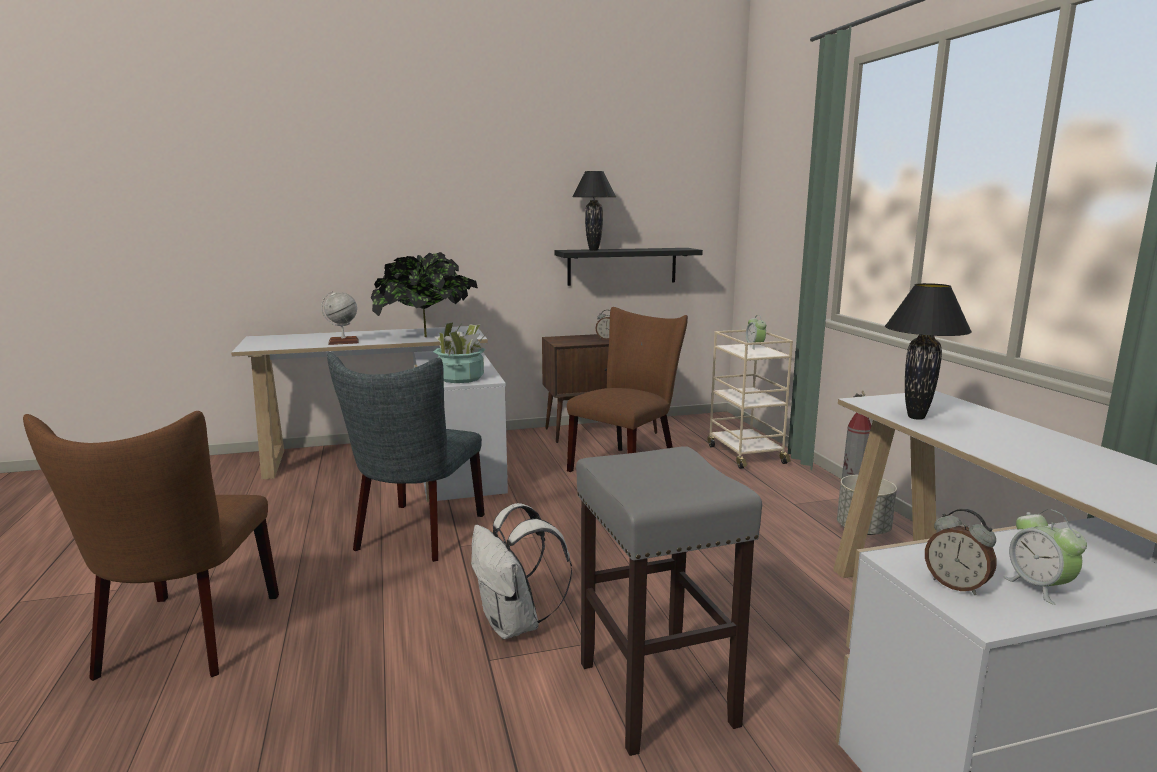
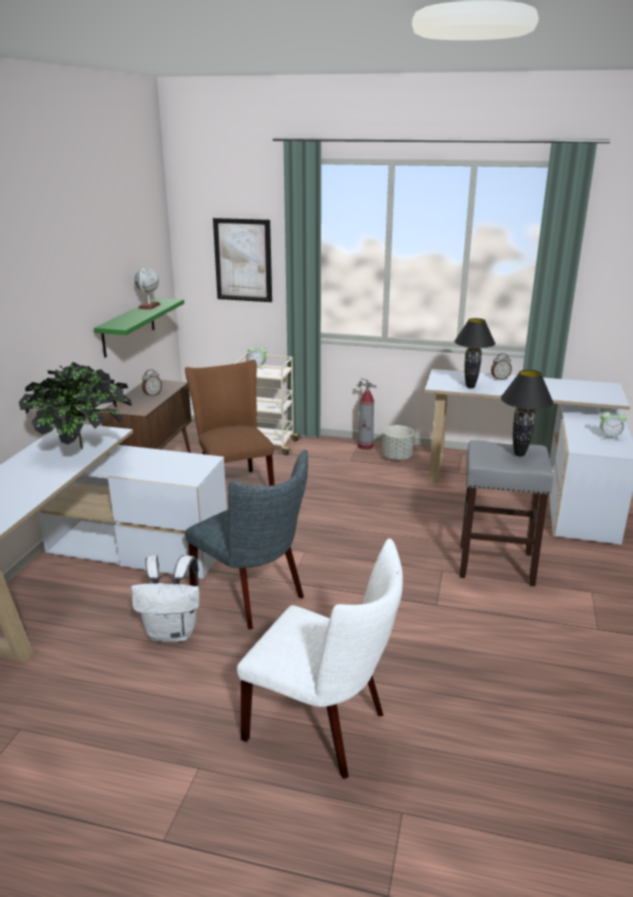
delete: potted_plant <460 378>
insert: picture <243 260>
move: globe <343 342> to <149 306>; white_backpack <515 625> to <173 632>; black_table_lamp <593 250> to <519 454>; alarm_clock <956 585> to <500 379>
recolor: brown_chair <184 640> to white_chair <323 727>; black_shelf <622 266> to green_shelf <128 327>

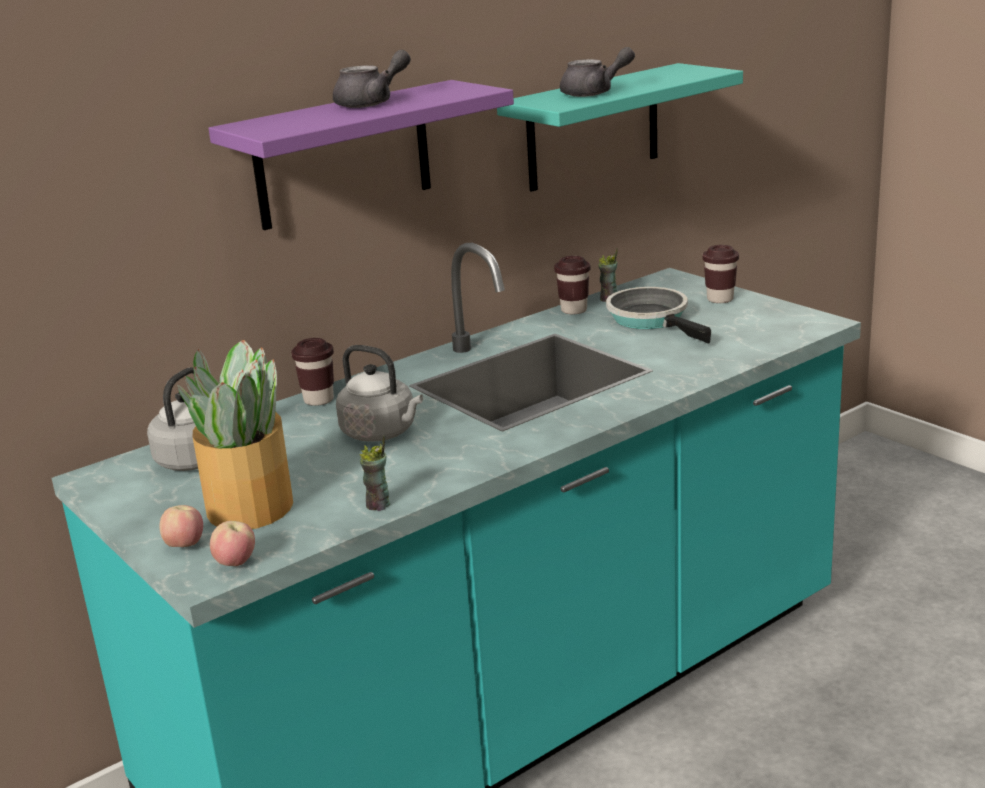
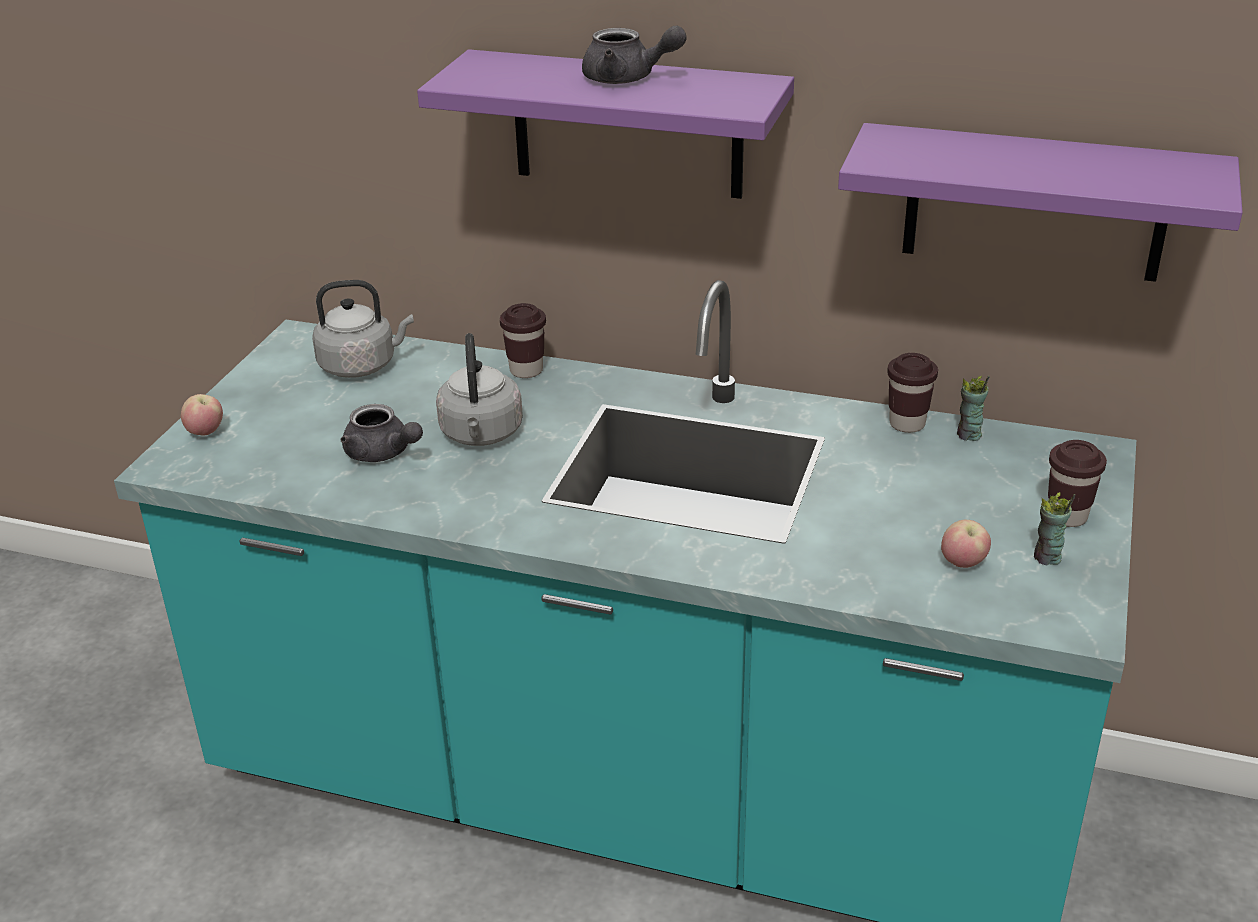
delete: potted_plant <251 505>; frying_pan <652 319>
move: apple <236 564> to <962 563>; cup <378 505> to <1047 558>; grey_teapot <594 93> to <382 454>
recolor: turquoise_shelf <593 128> to purple_shelf <1035 203>

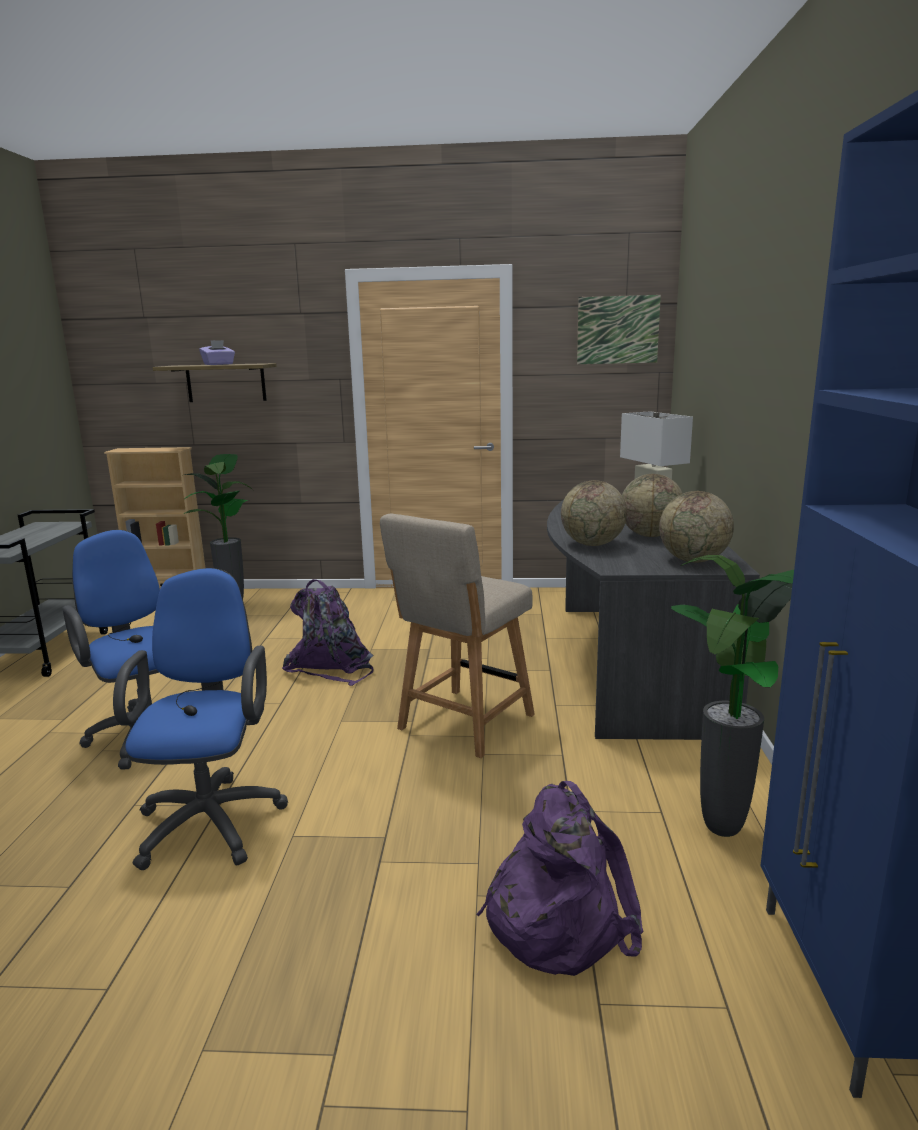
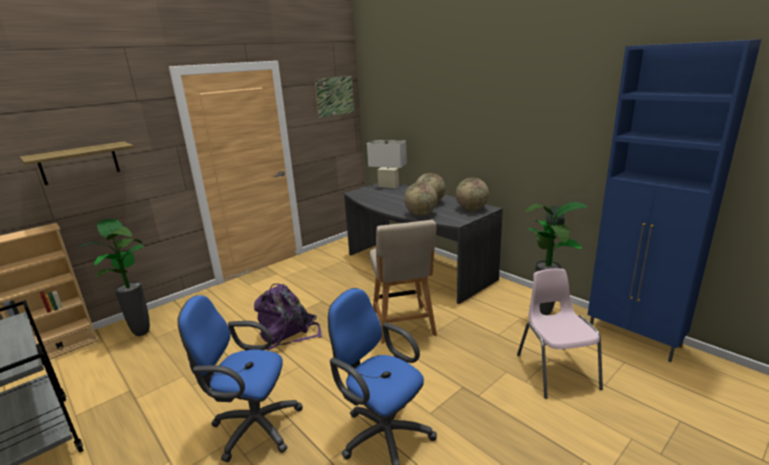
delete: purple_tissue_box <219 364>
replace: purple_backpack <557 918> to pink_chair <556 370>

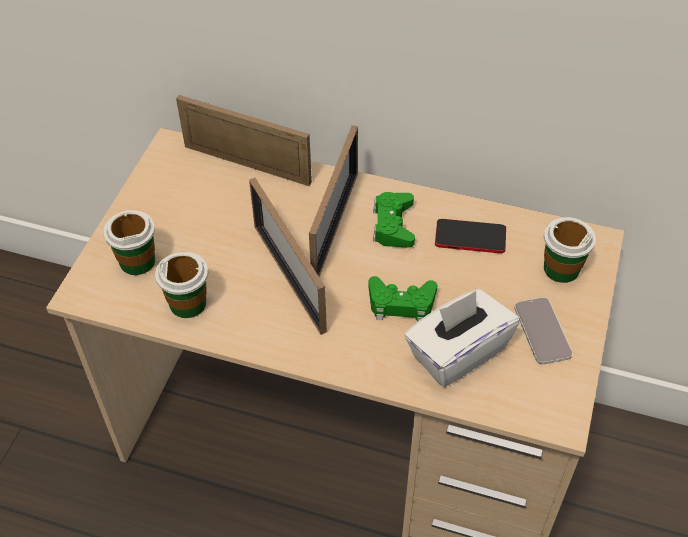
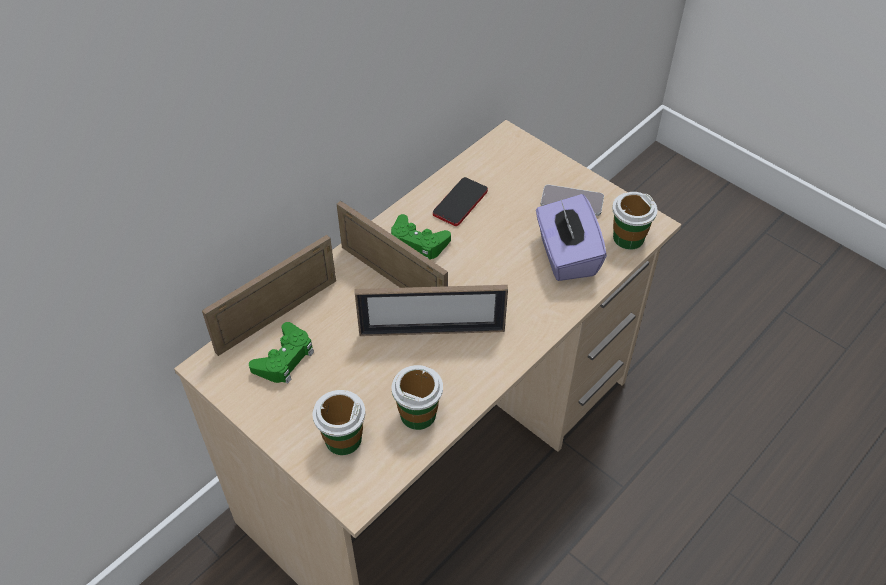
move: green_game_controller <401 304> to <284 359>; cup <561 268> to <628 238>
recolor: white_tissue_box <457 352> to purple_tissue_box <566 255>

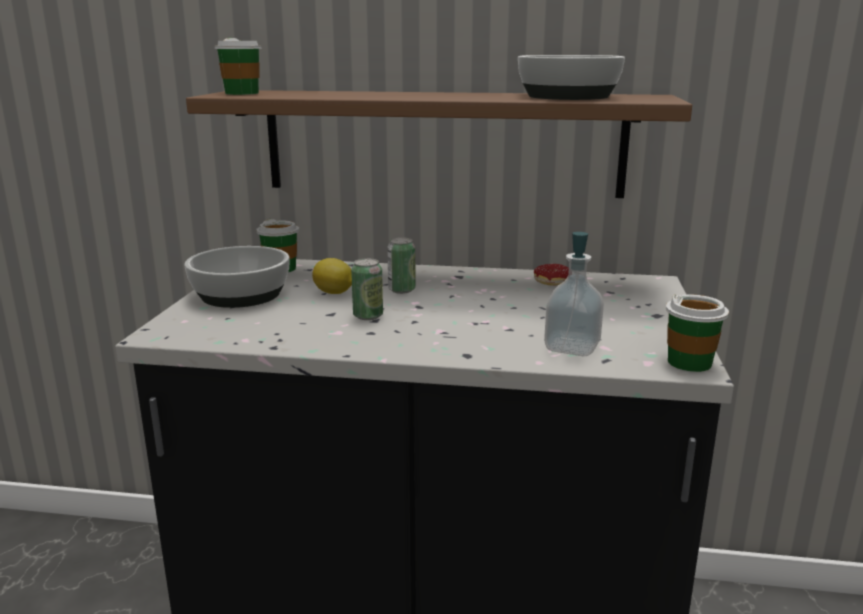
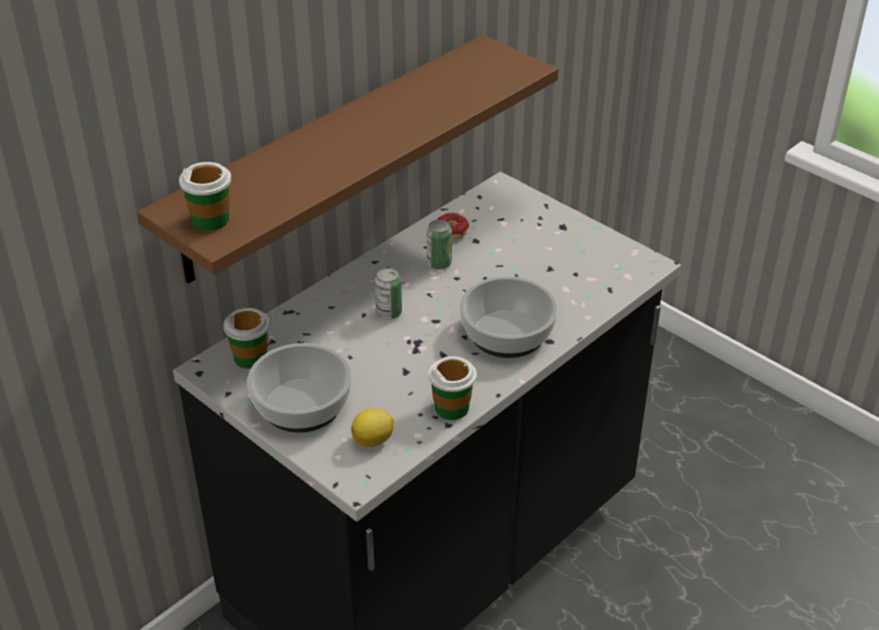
delete: soap_dispenser <572 347>
move: lemon <334 293> to <374 440>; can <368 316> to <439 263>; bowl <569 96> to <507 333>; cup <689 362> to <452 407>

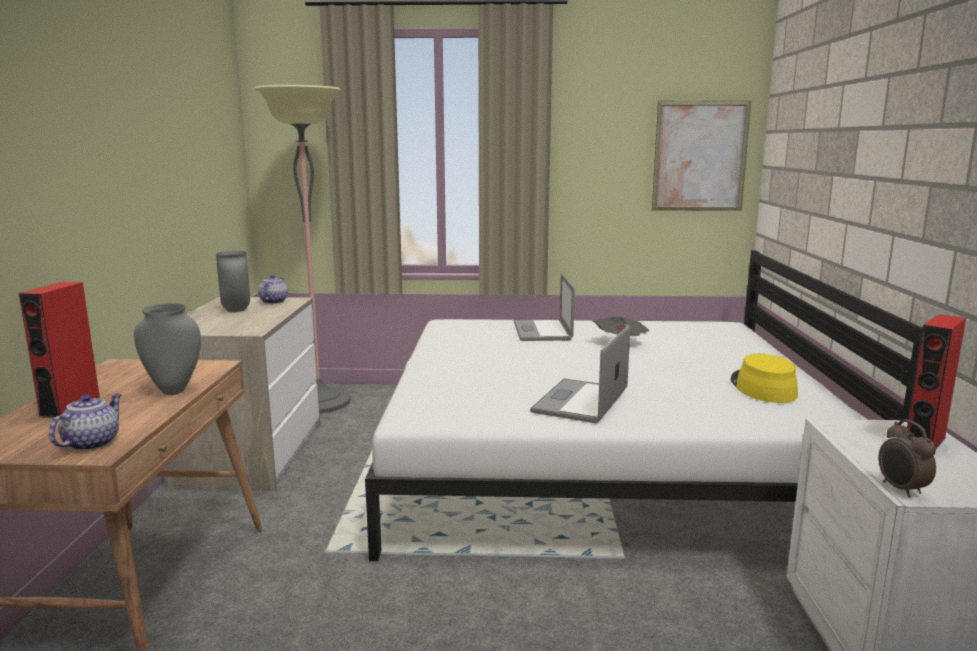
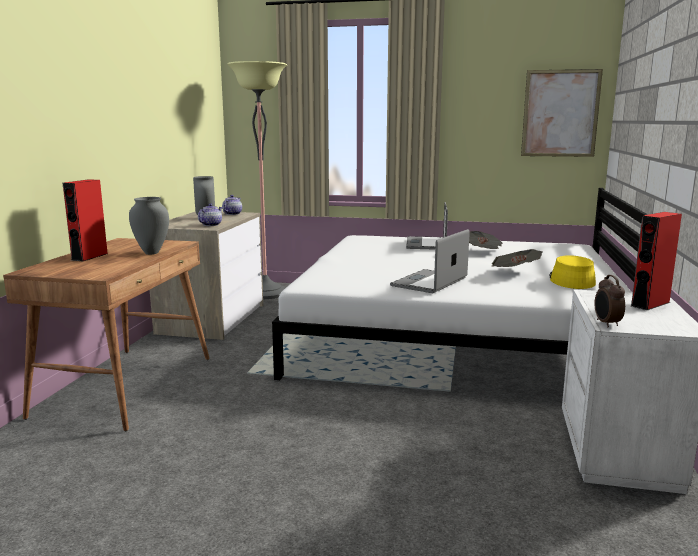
insert: newspaper <515 272>
move: teapot <92 443> to <211 225>

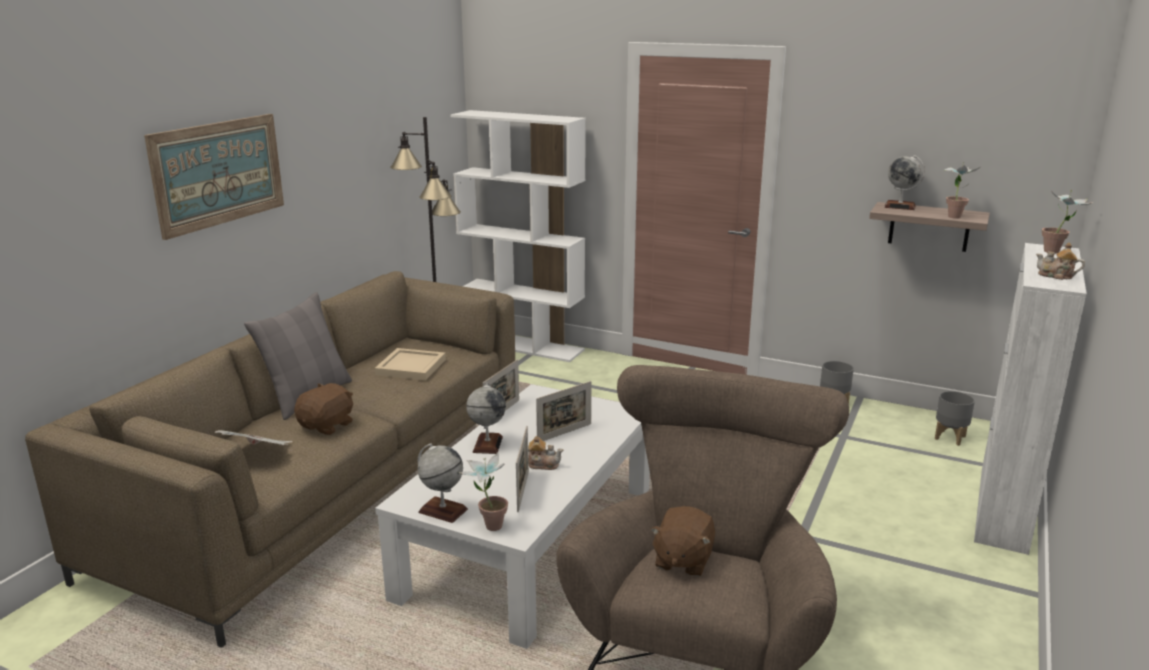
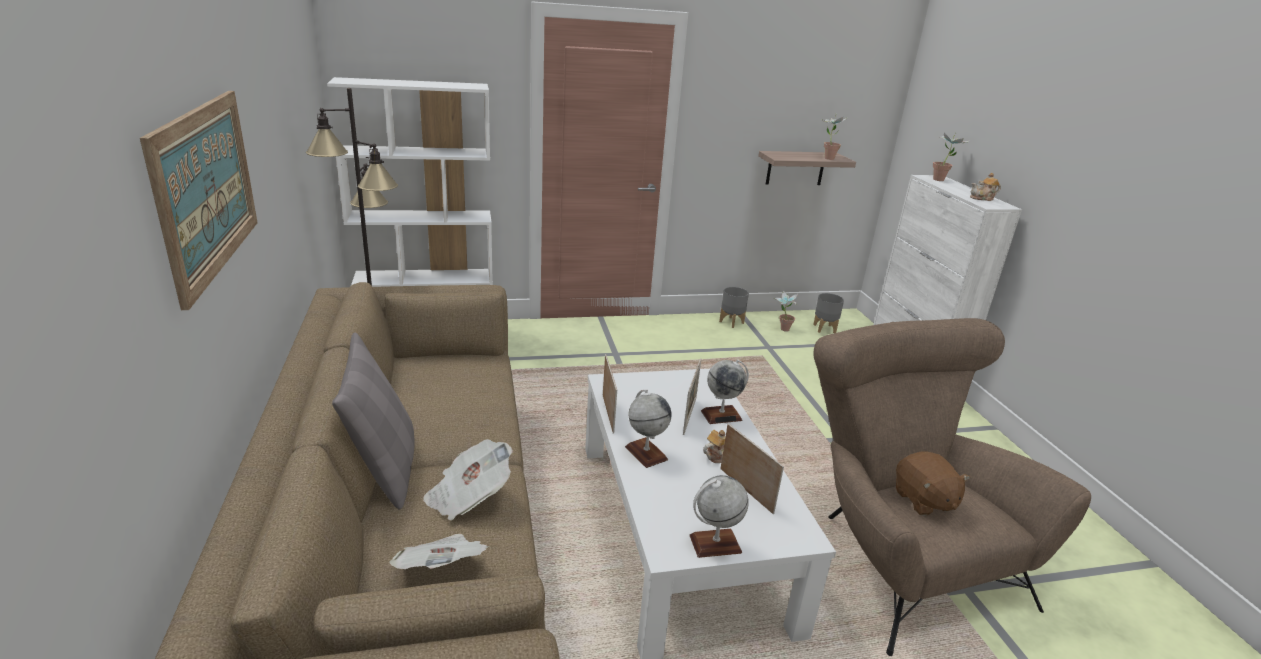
delete: beige_tray <410 366>
move: potted_plant <488 525> to <781 329>; globe <900 206> to <721 415>
replace: brown_plush_toy <327 425> to newspaper <468 496>

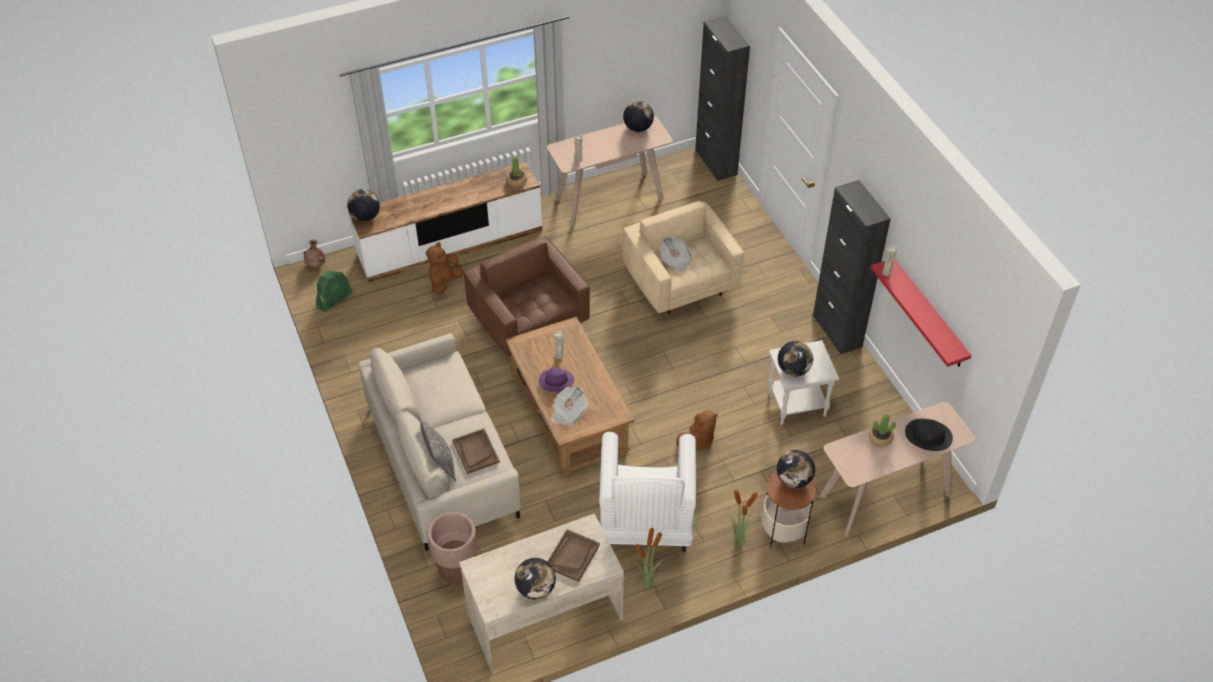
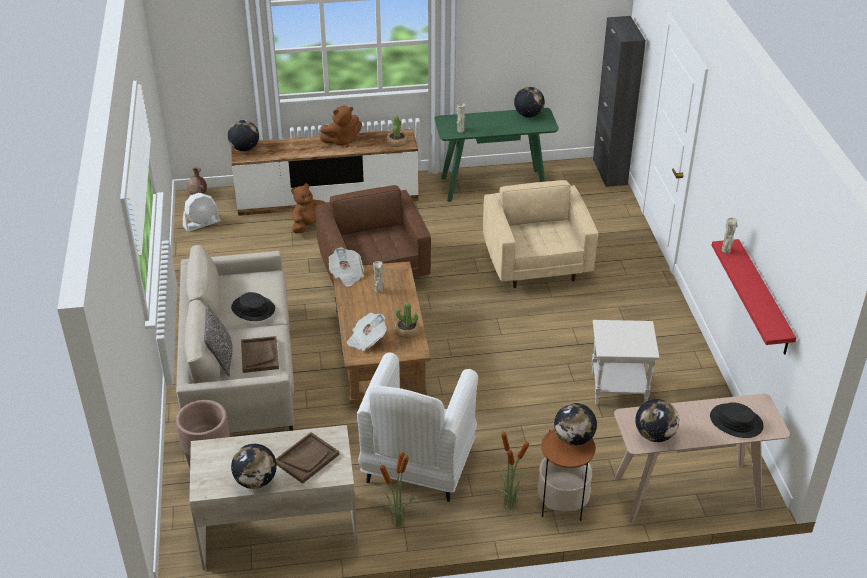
delete: purple_hat <555 382>; black_cabinet <837 331>
insert: black_hat <253 309>
move: newspaper <675 261> to <346 275>; brown_plush_toy <698 440> to <342 141>; globe <793 370> to <654 435>; potted_plant <880 438> to <407 331>
recolor: green_fan <334 299> to white_fan <202 223>; beige_console_table <609 198> to green_console_table <493 185>

